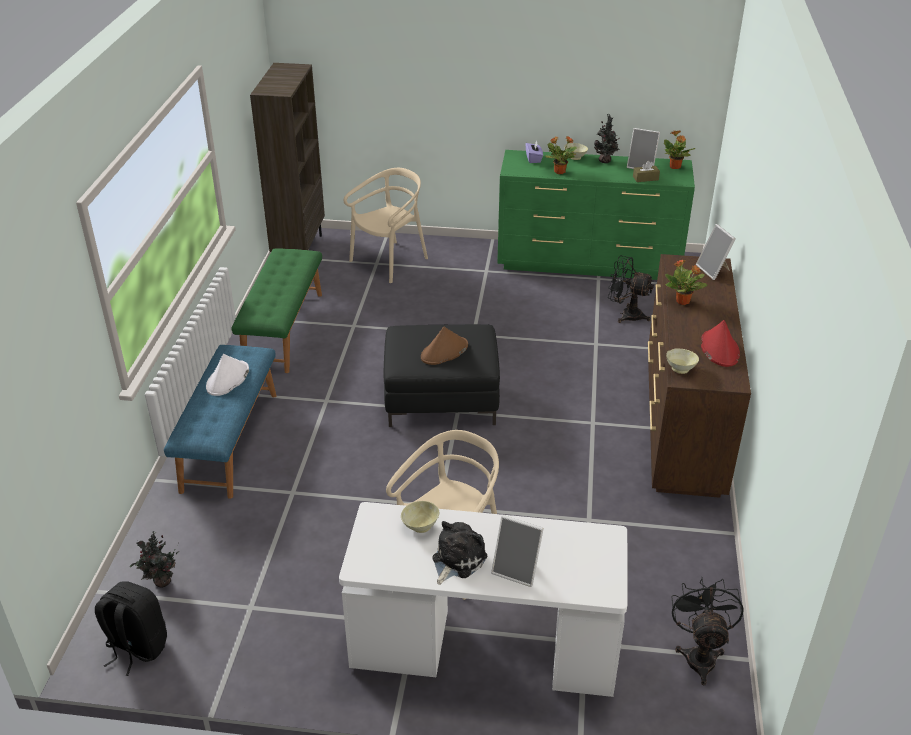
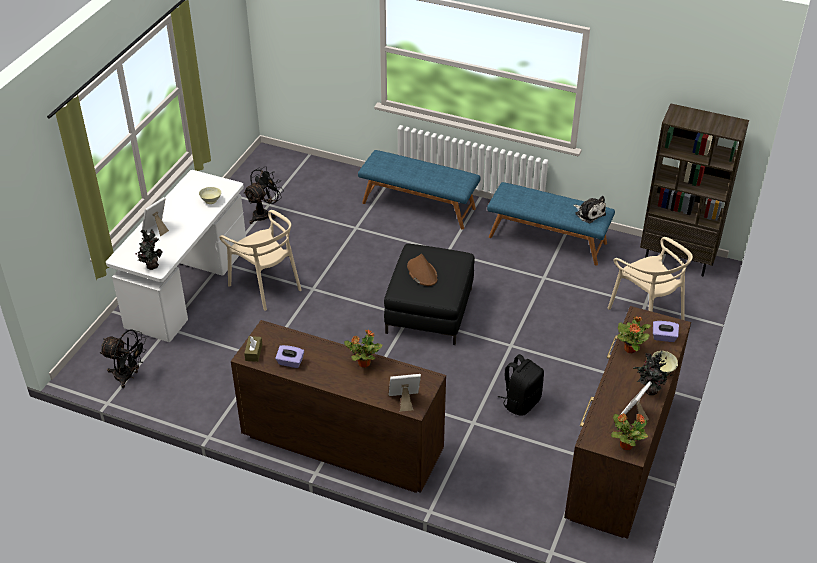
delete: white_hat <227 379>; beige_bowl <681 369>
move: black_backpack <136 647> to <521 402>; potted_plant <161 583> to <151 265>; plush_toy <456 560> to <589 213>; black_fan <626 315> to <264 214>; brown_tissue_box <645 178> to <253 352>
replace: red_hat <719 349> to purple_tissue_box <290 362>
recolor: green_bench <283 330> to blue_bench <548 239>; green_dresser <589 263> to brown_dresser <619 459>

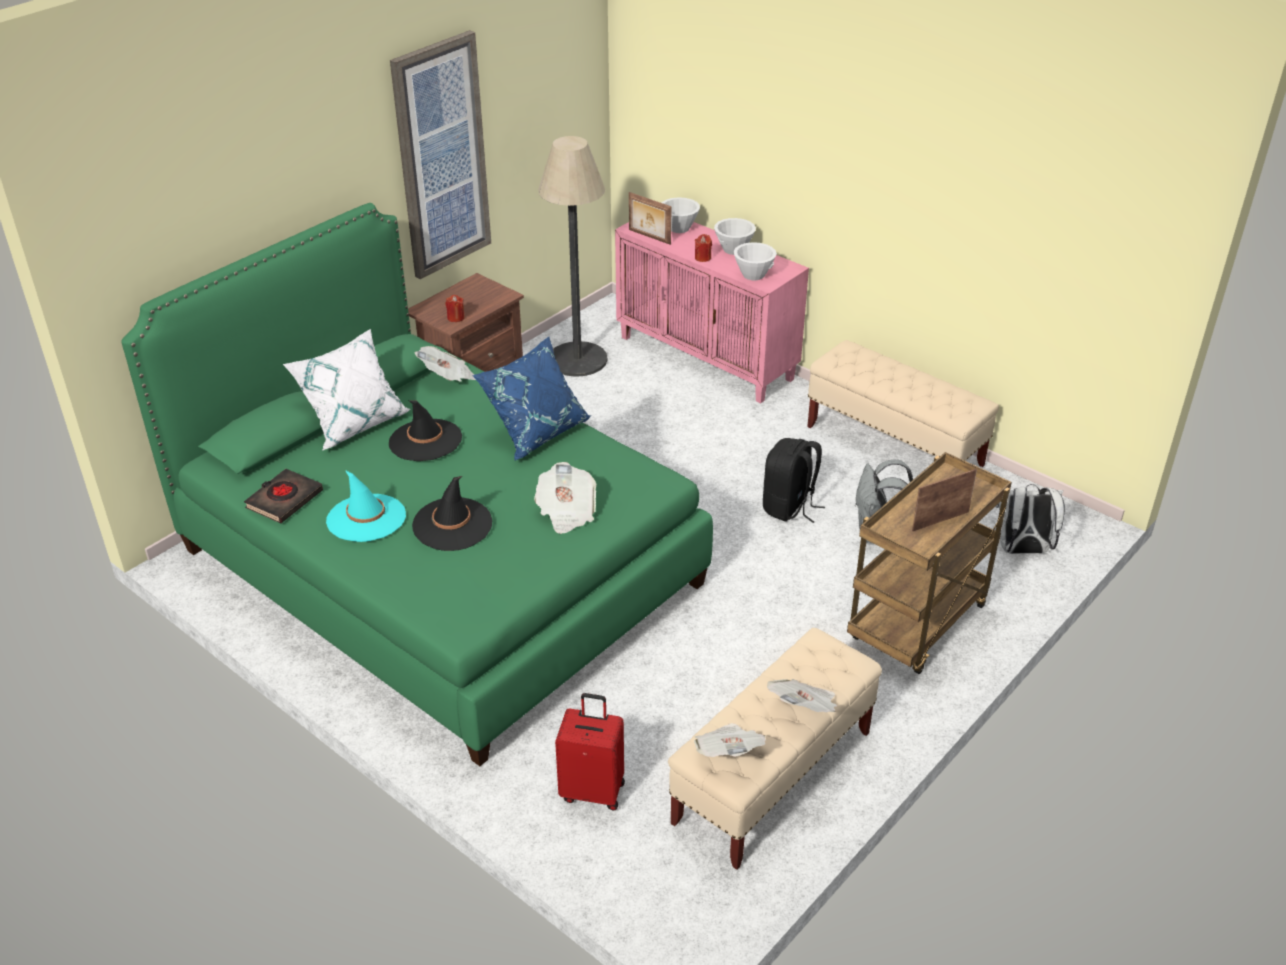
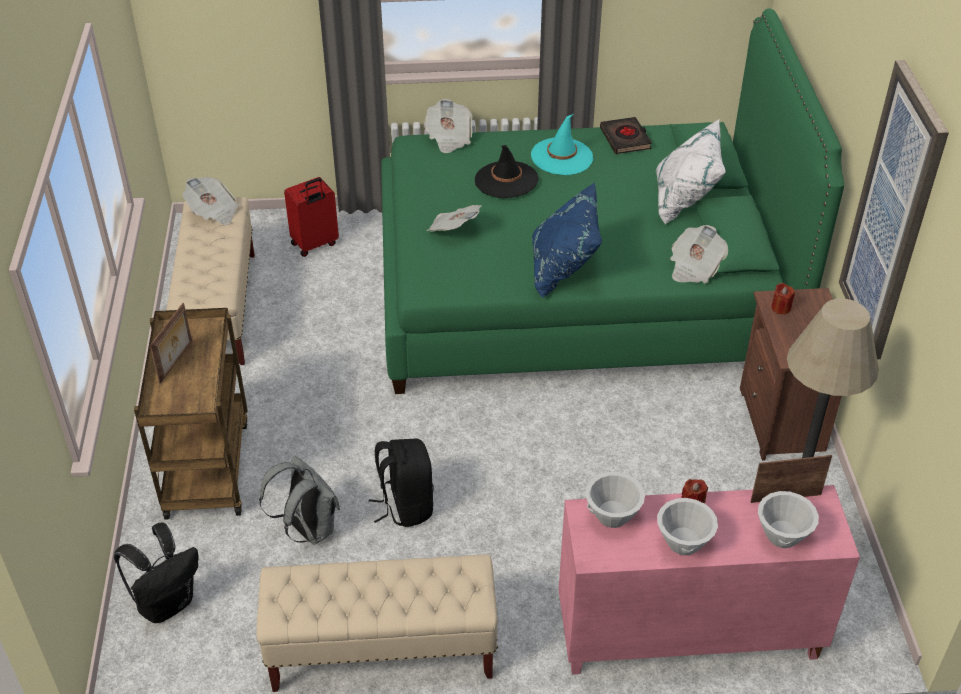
delete: black_hat <425 440>
move: newspaper <804 708> to <449 138>
recolor: white_backpack <1021 550> to black_backpack <167 603>

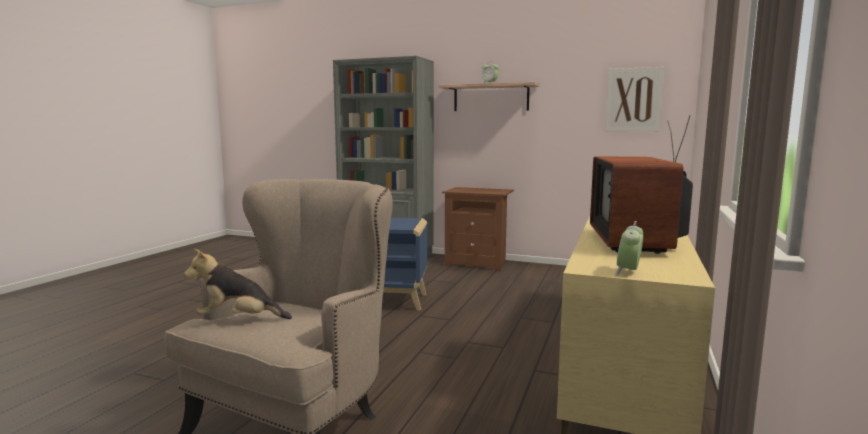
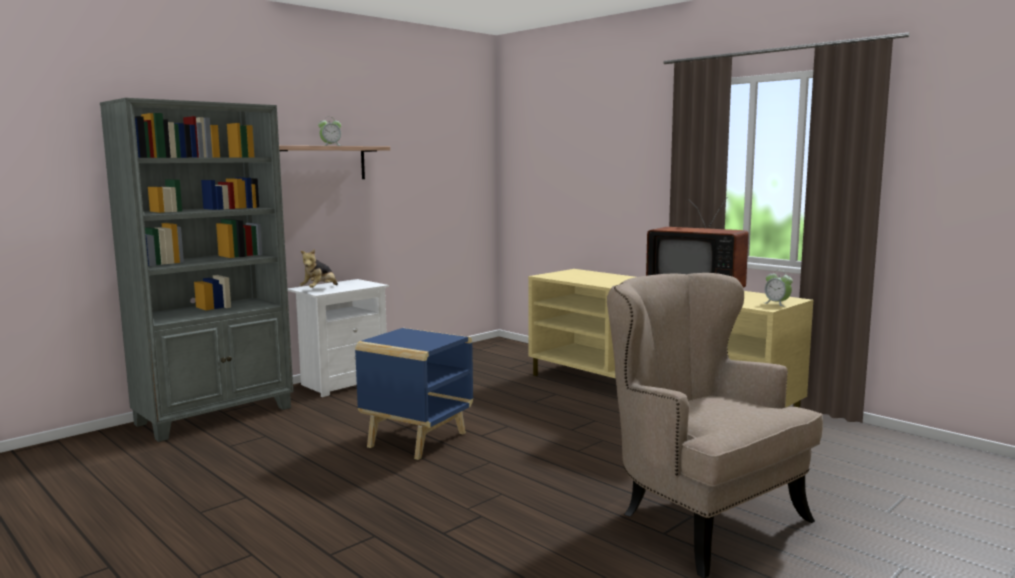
delete: picture <633 100>
move: plush_toy <239 319> to <319 289>
recolor: brown_nightstand <478 263> to white_nightstand <342 383>

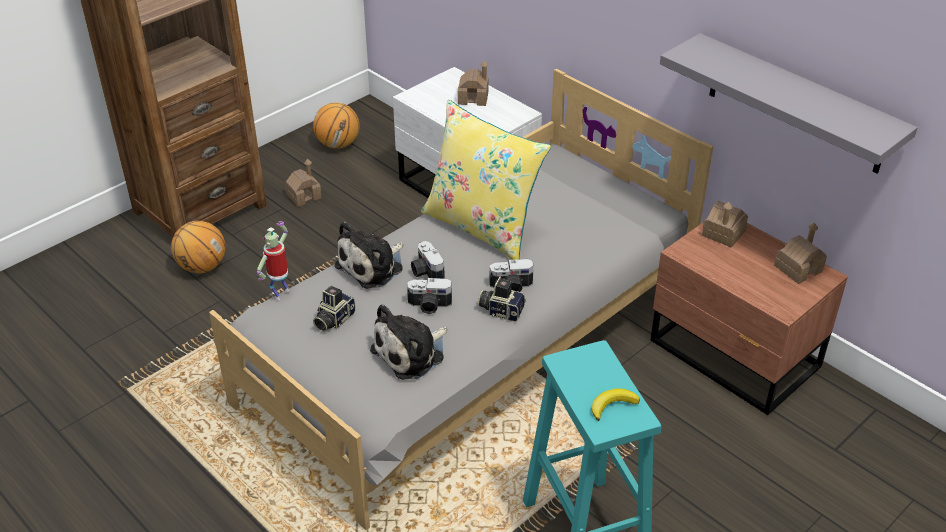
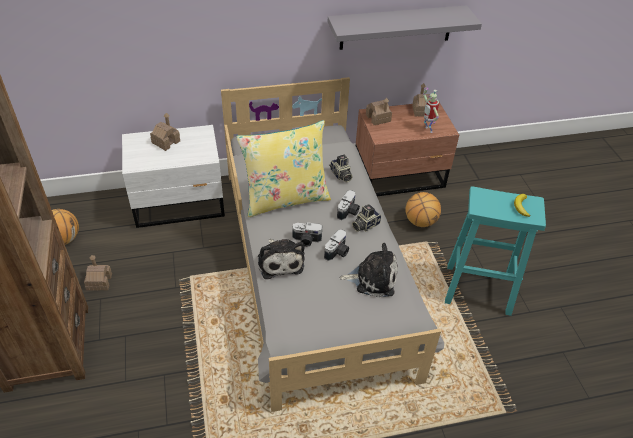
move: basketball <202 267> to <420 222>; toy_robot <280 293> to <427 130>; photo_camera <333 320> to <340 175>
rotate: plush_toy <411 353> = <372 278> 75 degrees counterclockwise

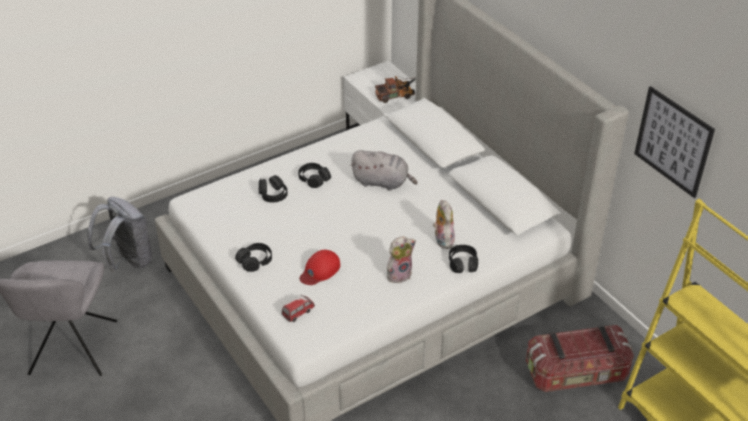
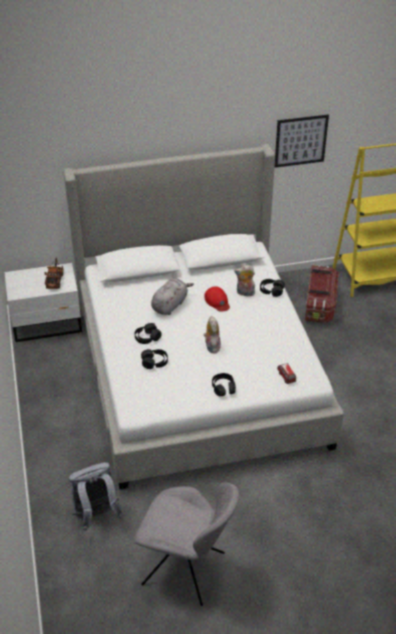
move: red_cap <320 270> to <217 301>; plush_toy <399 274> to <211 346>

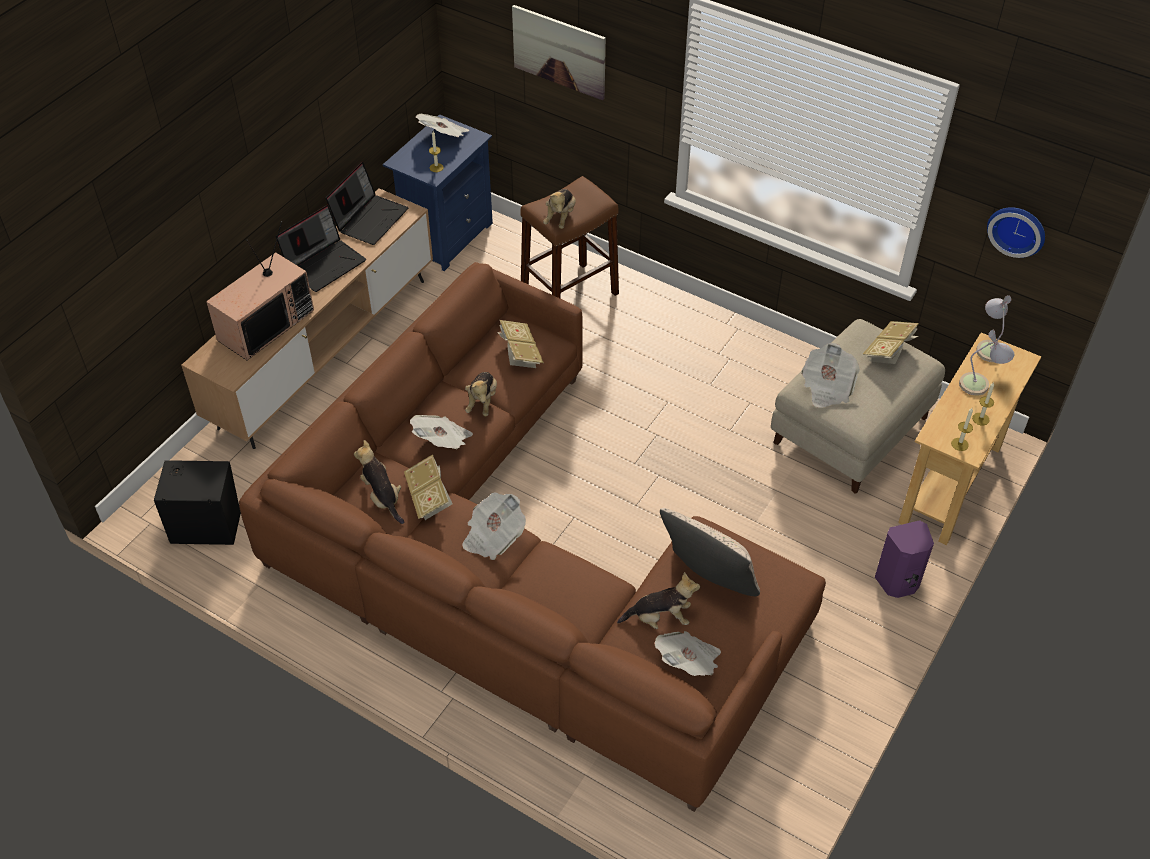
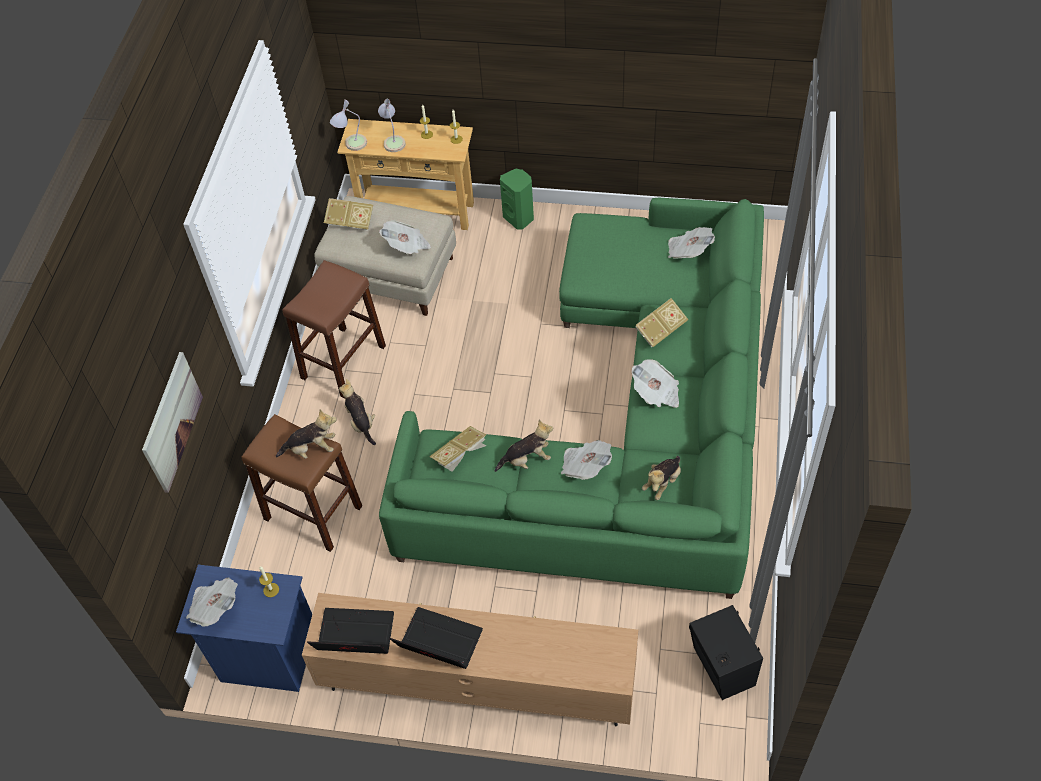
delete: television <265 323>; beige_pillow <708 579>; wall_clock <1017 229>
insert: brown_stool <343 362>
move: book <429 497> to <660 330>; plush_toy <660 618> to <361 422>
recolor: brown_sofa <518 564> to green_sofa <626 427>; purple_speaker <898 582> to green_speaker <519 218>

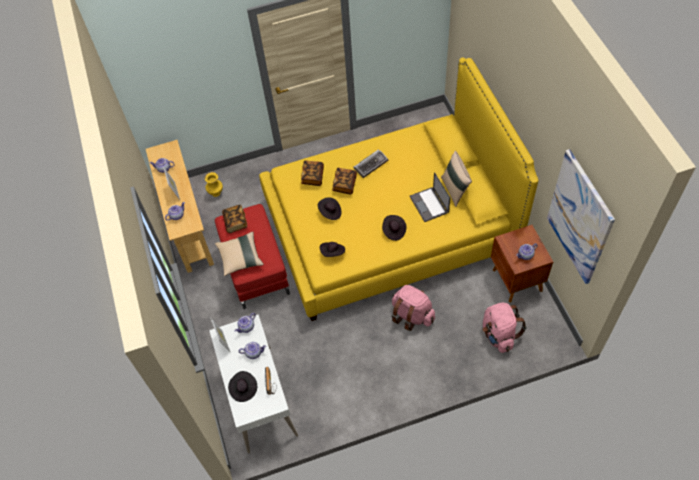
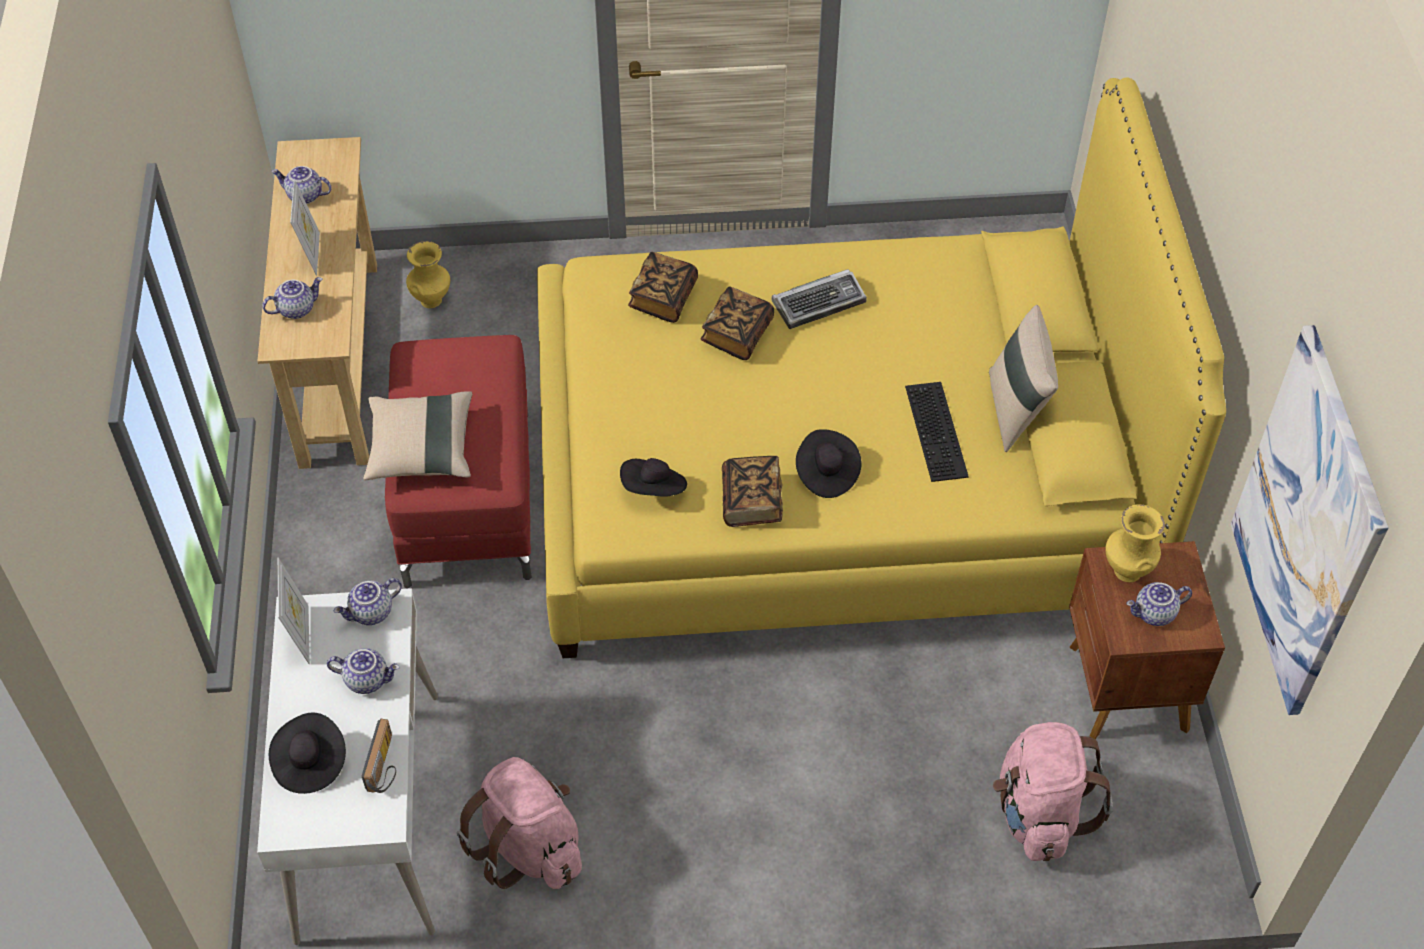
delete: black_hat <330 212>
insert: yellow_vase <1126 570>
move: book <235 222> to <751 502>; pink_backpack <412 315> to <529 847>
replace: laptop <429 205> to keyboard <938 432>

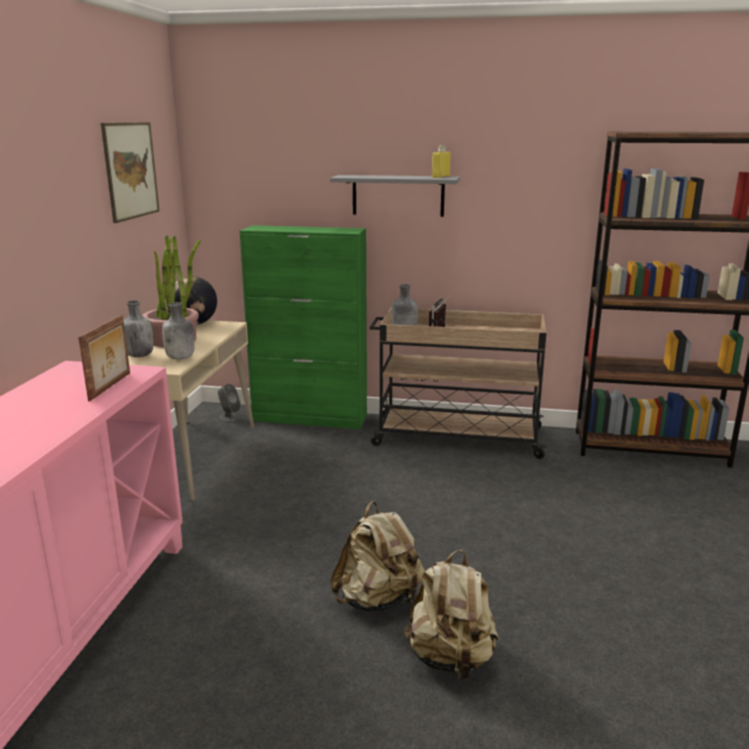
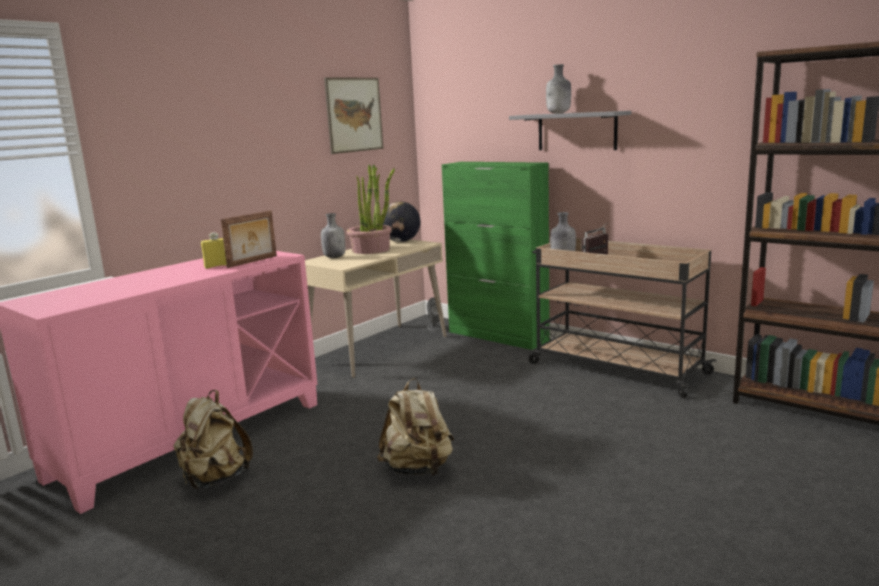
move: grey_bottle <181 358> to <558 113>; beige_backpack <450 658> to <215 479>; yellow_bottle <441 177> to <217 266>

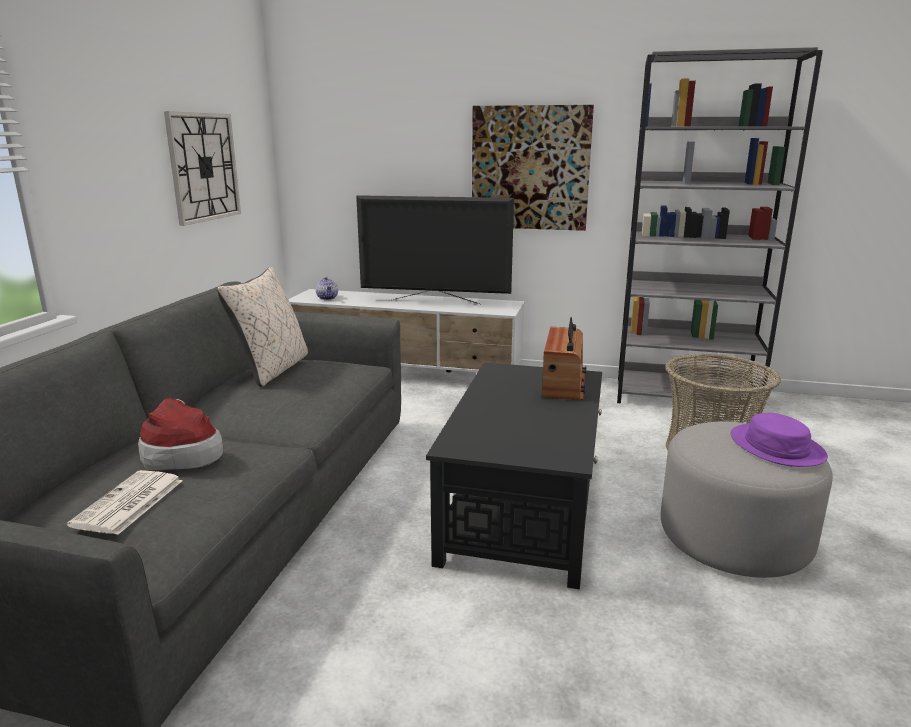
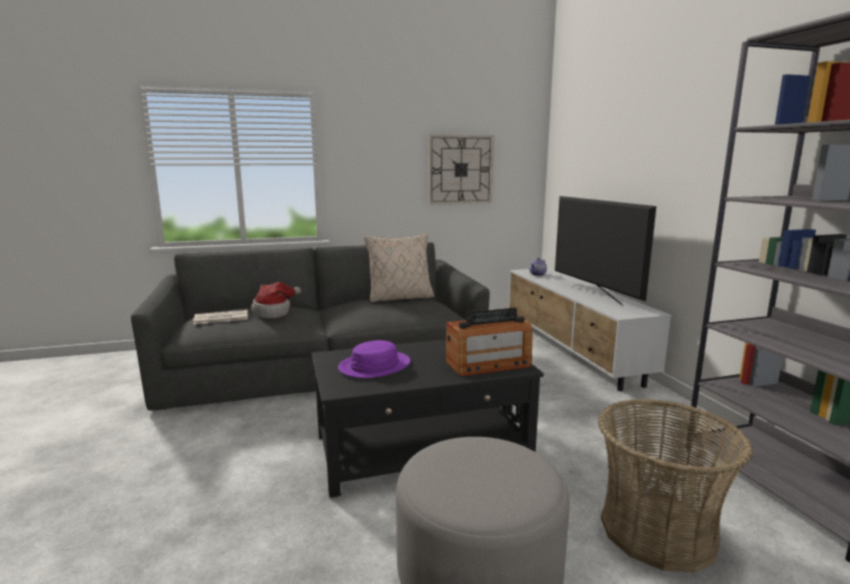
delete: picture <530 168>
move: purple_hat <776 447> to <375 366>

